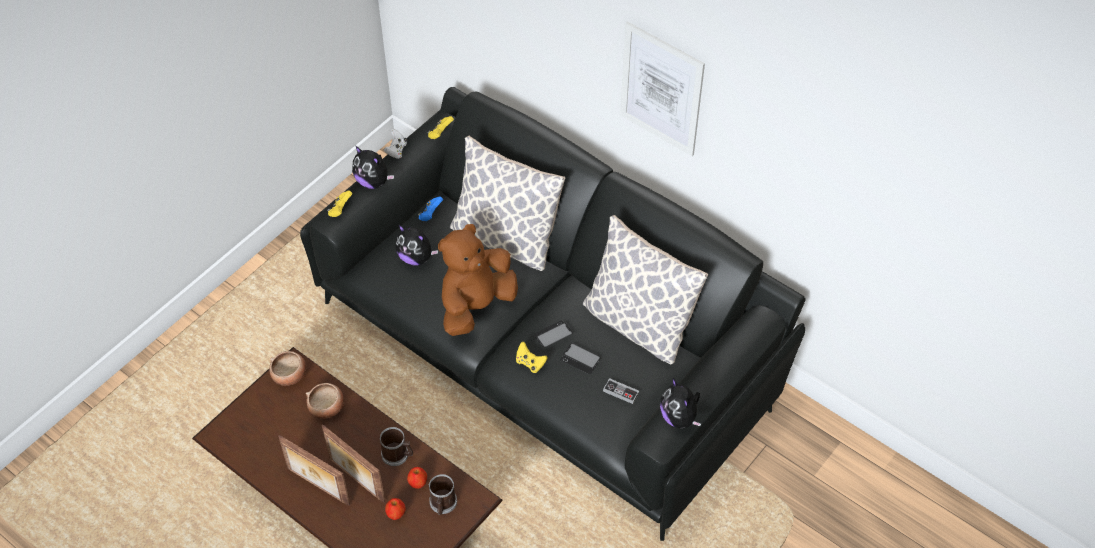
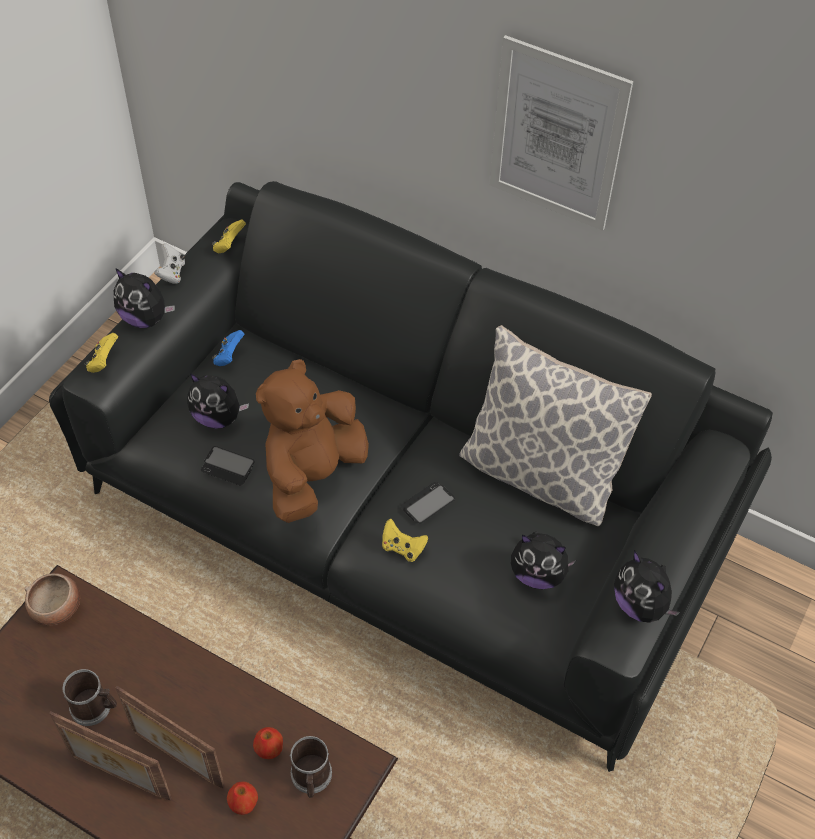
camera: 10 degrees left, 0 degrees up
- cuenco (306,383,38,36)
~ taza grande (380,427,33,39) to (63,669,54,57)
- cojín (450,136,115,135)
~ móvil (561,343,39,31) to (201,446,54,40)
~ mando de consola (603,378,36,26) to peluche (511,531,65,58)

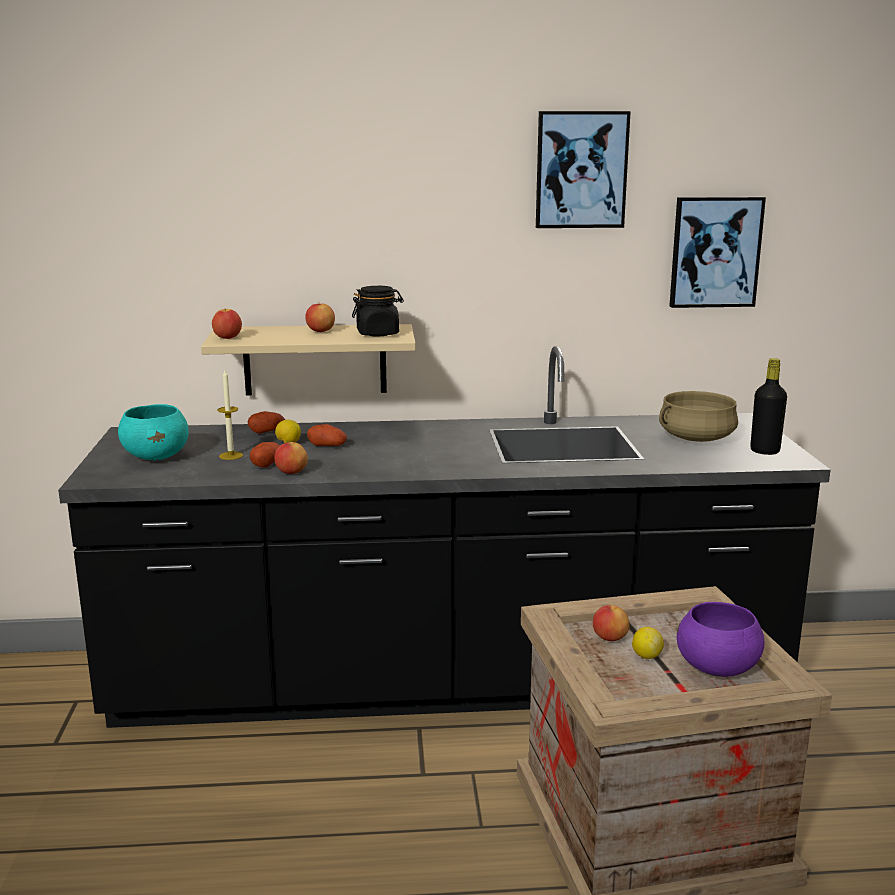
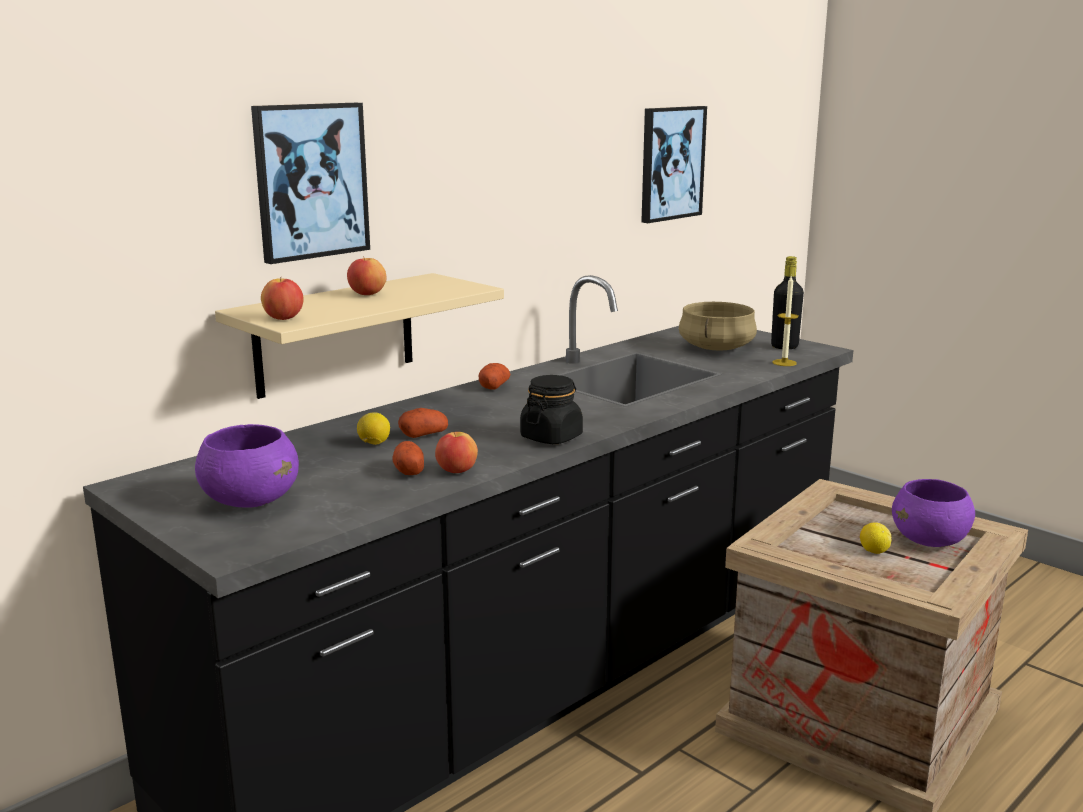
camera: 40 degrees left, 0 degrees up
~ cuenco (turquesa) (118,404,71,56) to cuenco (morado) (195,424,104,84)
~ vela (217,370,26,90) to (772,276,27,90)
~ patata (248,411,37,23) to (479,363,31,27)
~ tarro (negro) (352,286,52,51) to (520,375,63,69)
~ cuadro (536,111,95,117) to (251,103,119,161)
- manzana (593,604,37,37)

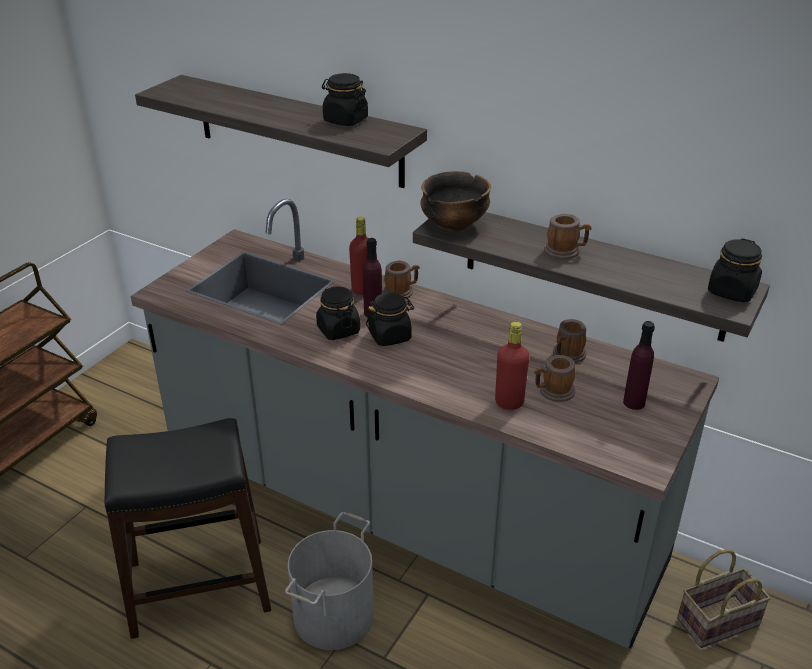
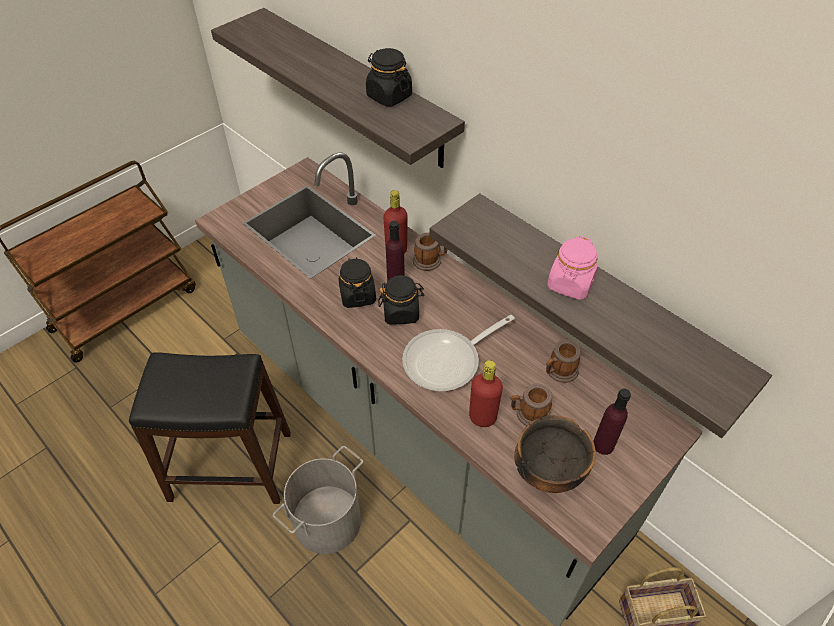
camera: 15 degrees right, 15 degrees up
~ cuenco (420,171,71,61) to (514,415,82,78)
~ taza grande (544,214,47,46) to tarro (rosa) (547,236,51,64)
- tarro (negro) (708,238,54,64)
+ sartén (402,315,113,76)

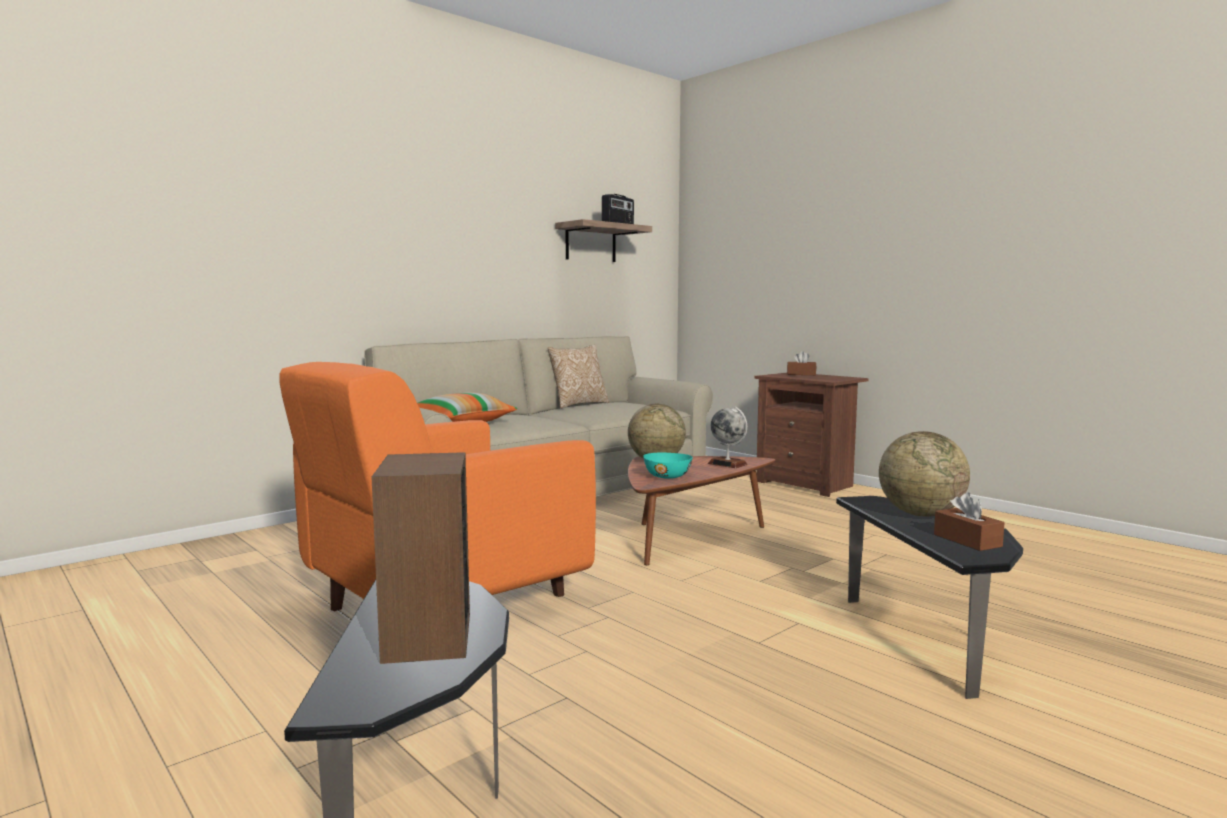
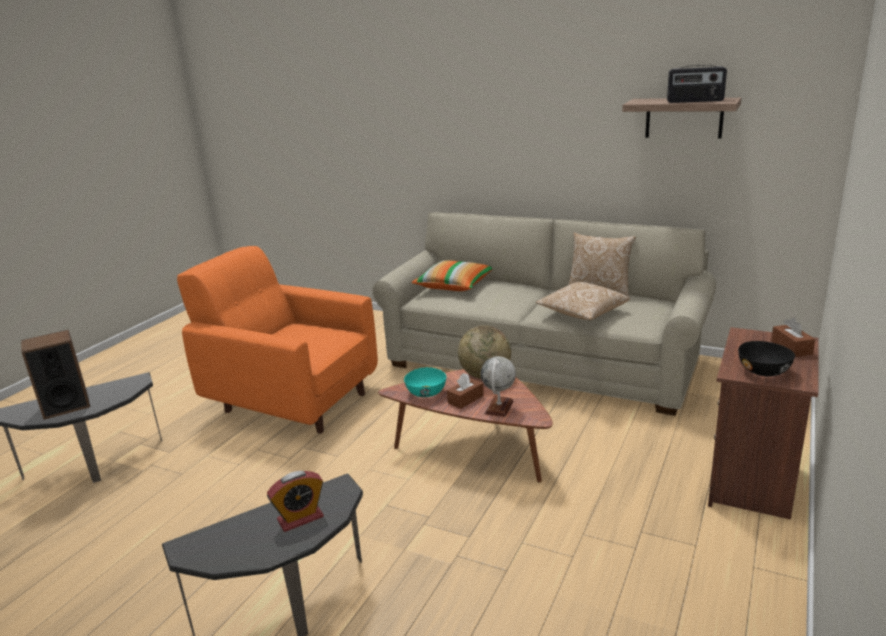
camera: 70 degrees right, 15 degrees up
~ globo terráqueo (879,431,91,85) to despertador (267,471,57,61)
~ caja de pañuelos (marrón) (934,492,70,59) to (447,373,37,36)
+ cojín (536,282,94,38)
+ cuenco (negro) (738,341,57,35)

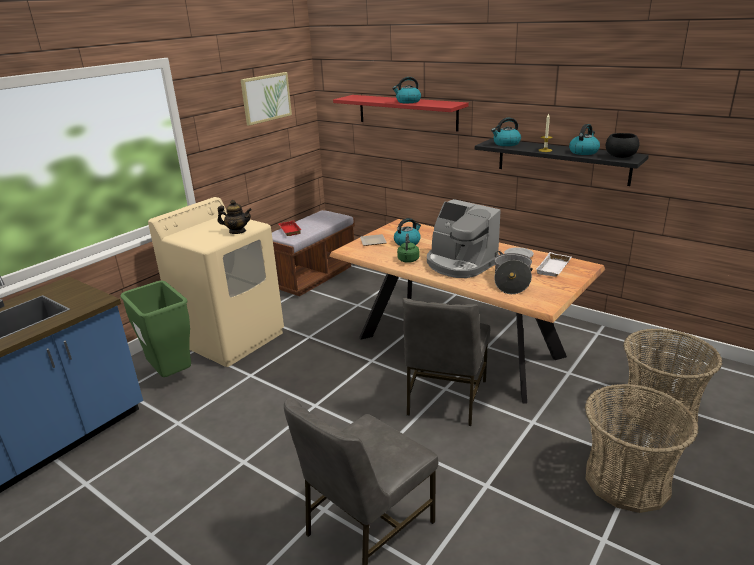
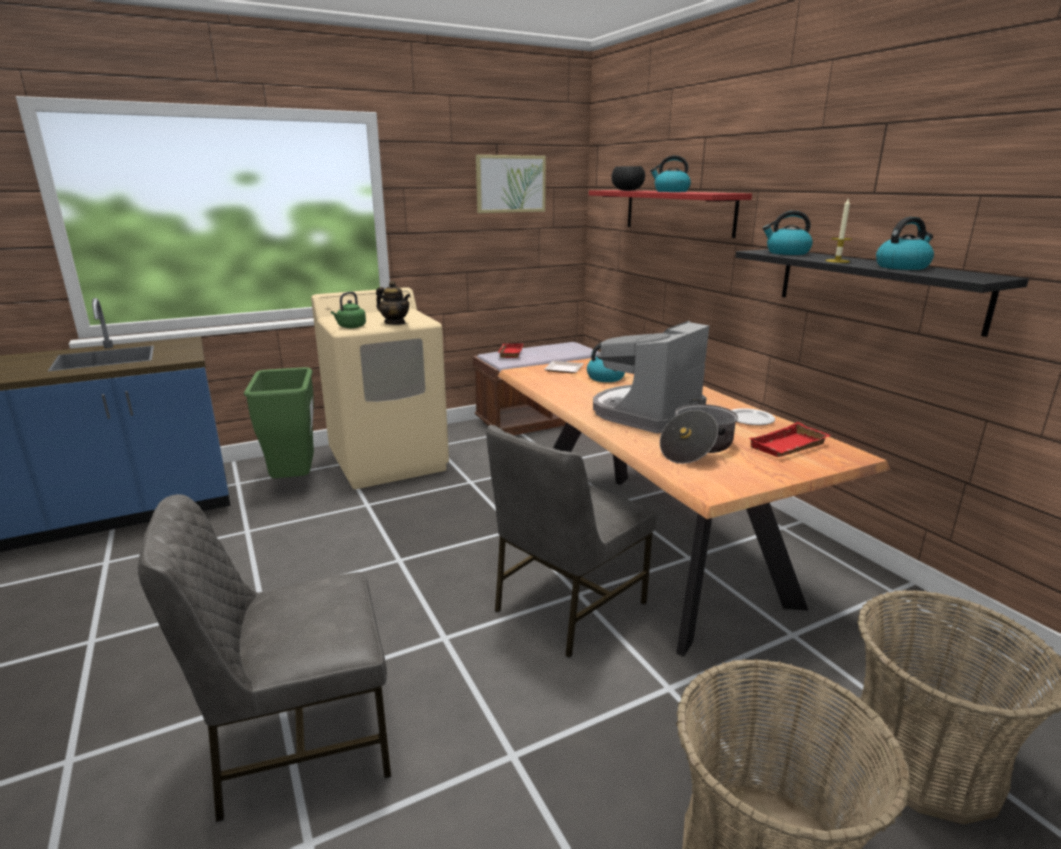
camera: 25 degrees right, 5 degrees down
~ hervidor (verde) (397,233,23,30) to (331,292,35,36)
~ cafetera (427,199,74,79) = (593,321,116,112) 60 degrees clockwise
~ bandeja (blanco) (536,252,36,25) to bandeja (rojo) (749,422,82,35)
~ cuenco (negro) (606,133,34,25) to (611,166,34,25)

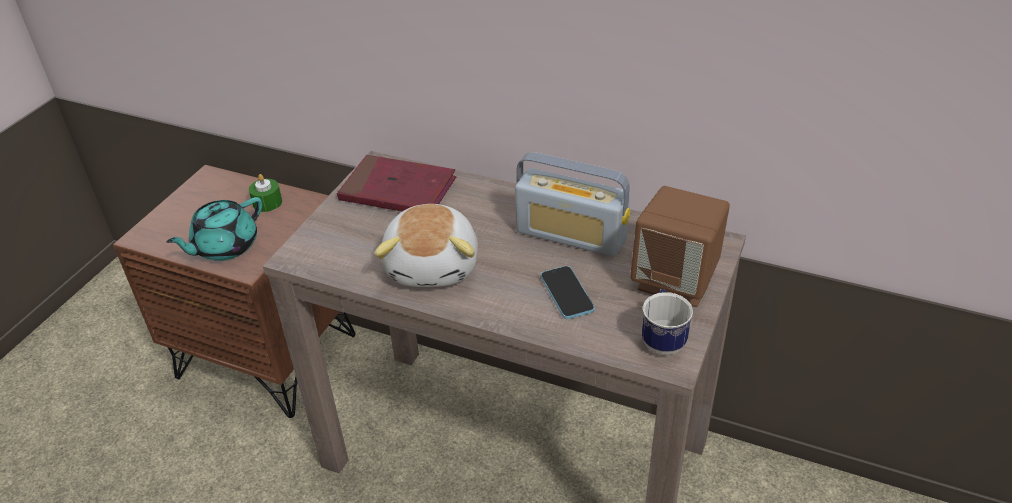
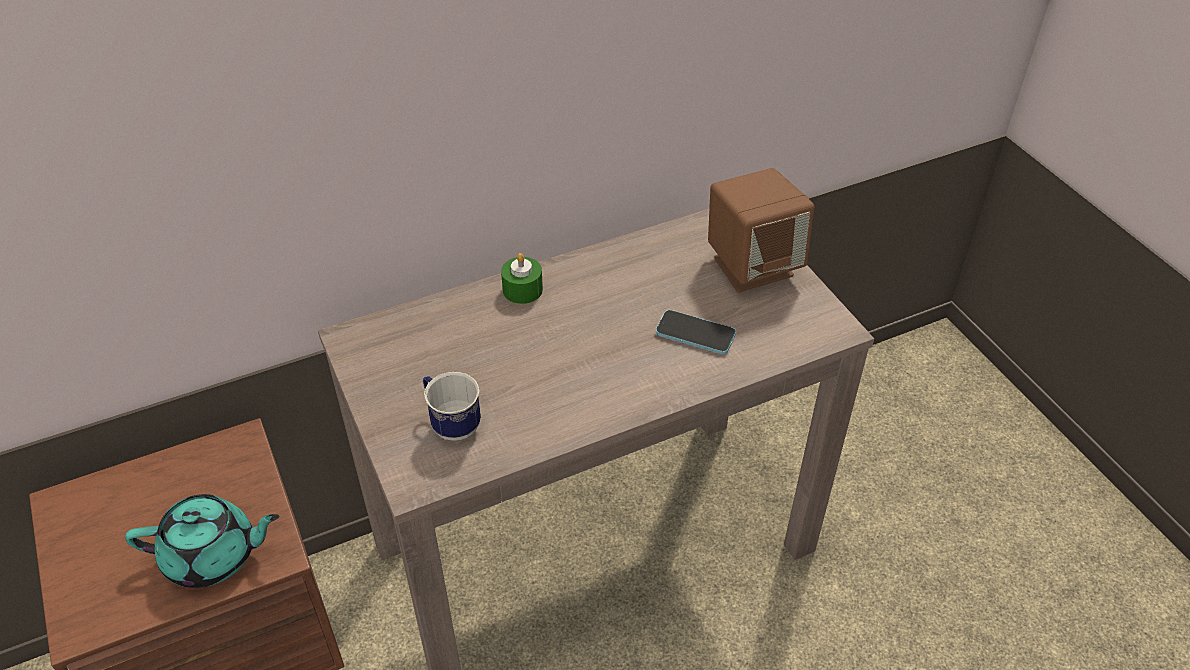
camera: 50 degrees left, 5 degrees up
~ tetera (turquesa) (166,197,96,64) = (125,494,154,94) 90 degrees counterclockwise
~ vela (verde) (249,174,33,38) to (501,253,42,51)
- libro (rojo) (337,155,119,57)
- peluche (374,204,104,83)
- radio (515,152,115,105)
~ taza grande (642,289,51,66) to (423,372,58,69)

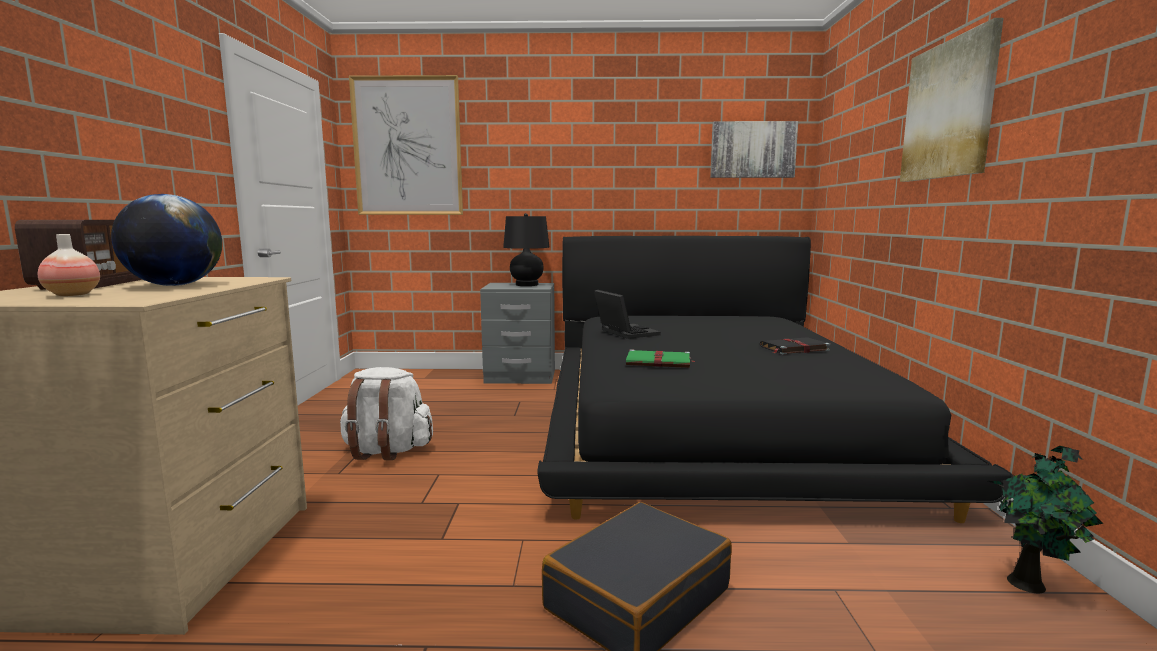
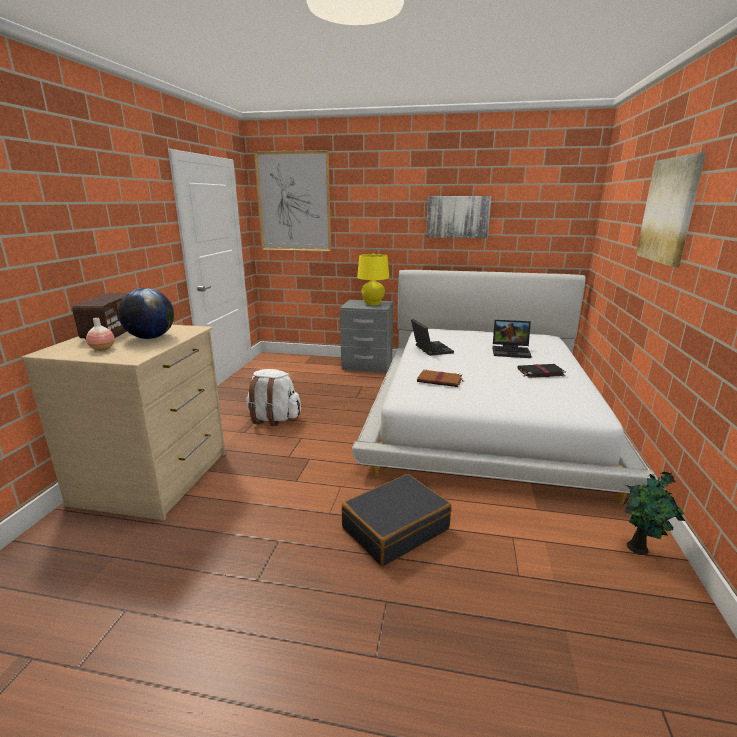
camera: 10 degrees right, 10 degrees up
~ lámpara de mesa (negro) (503,213,46,73) to lámpara de mesa (amarillo) (357,253,32,52)
~ cama (negro) (537,236,476,287) to cama (blanco) (352,270,305,234)
~ libro (verde) (626,349,68,19) to libro (marrón) (417,369,47,18)
~ cuadro (710,121,88,57) to (426,196,65,42)
+ portátil (492,320,40,38)

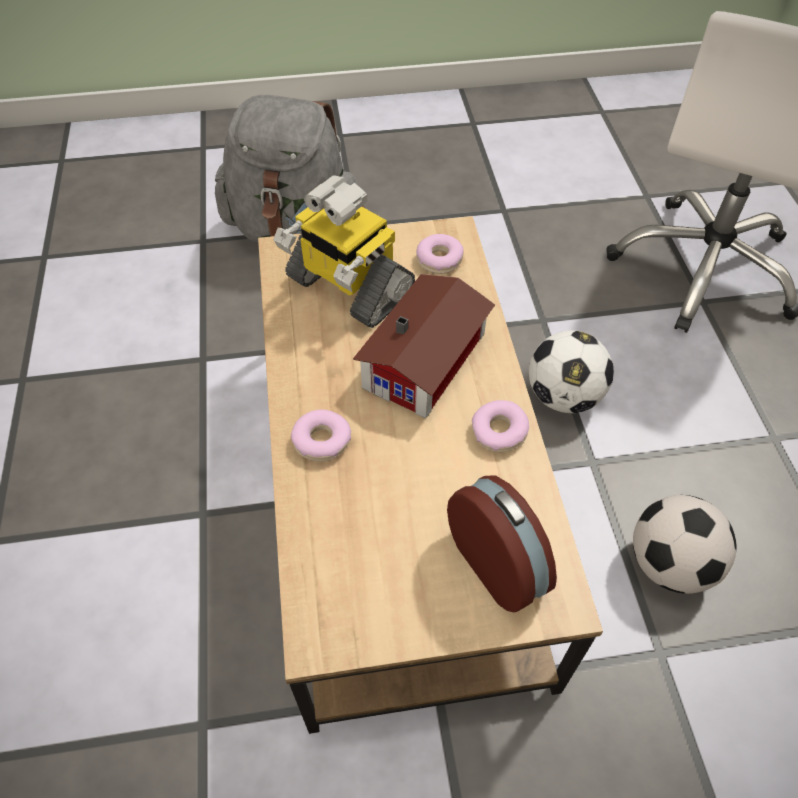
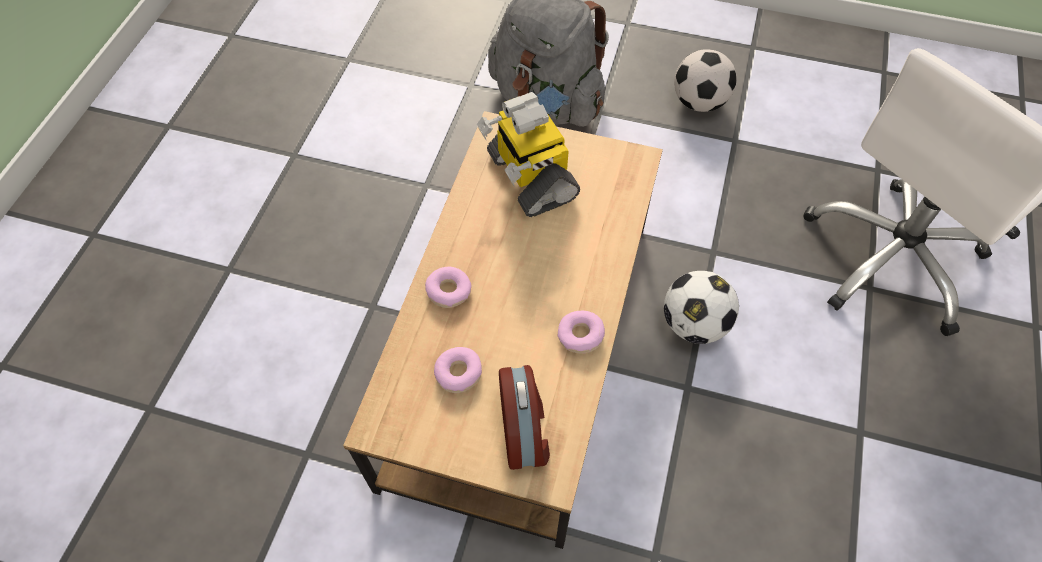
camera: 25 degrees right, 5 degrees up
- casita (353,274,142,144)
~ rosquilla (416,234,48,40) to (434,347,48,46)
~ balón de fútbol (633,495,104,99) to (674,49,63,63)

